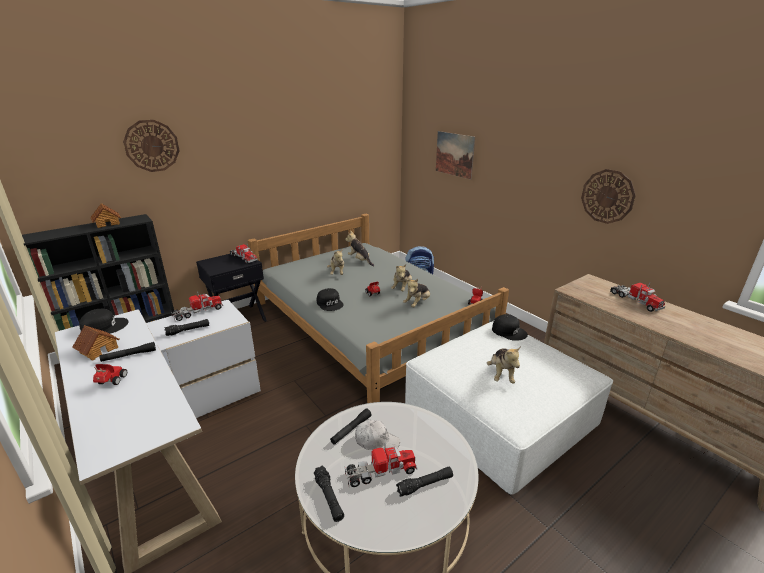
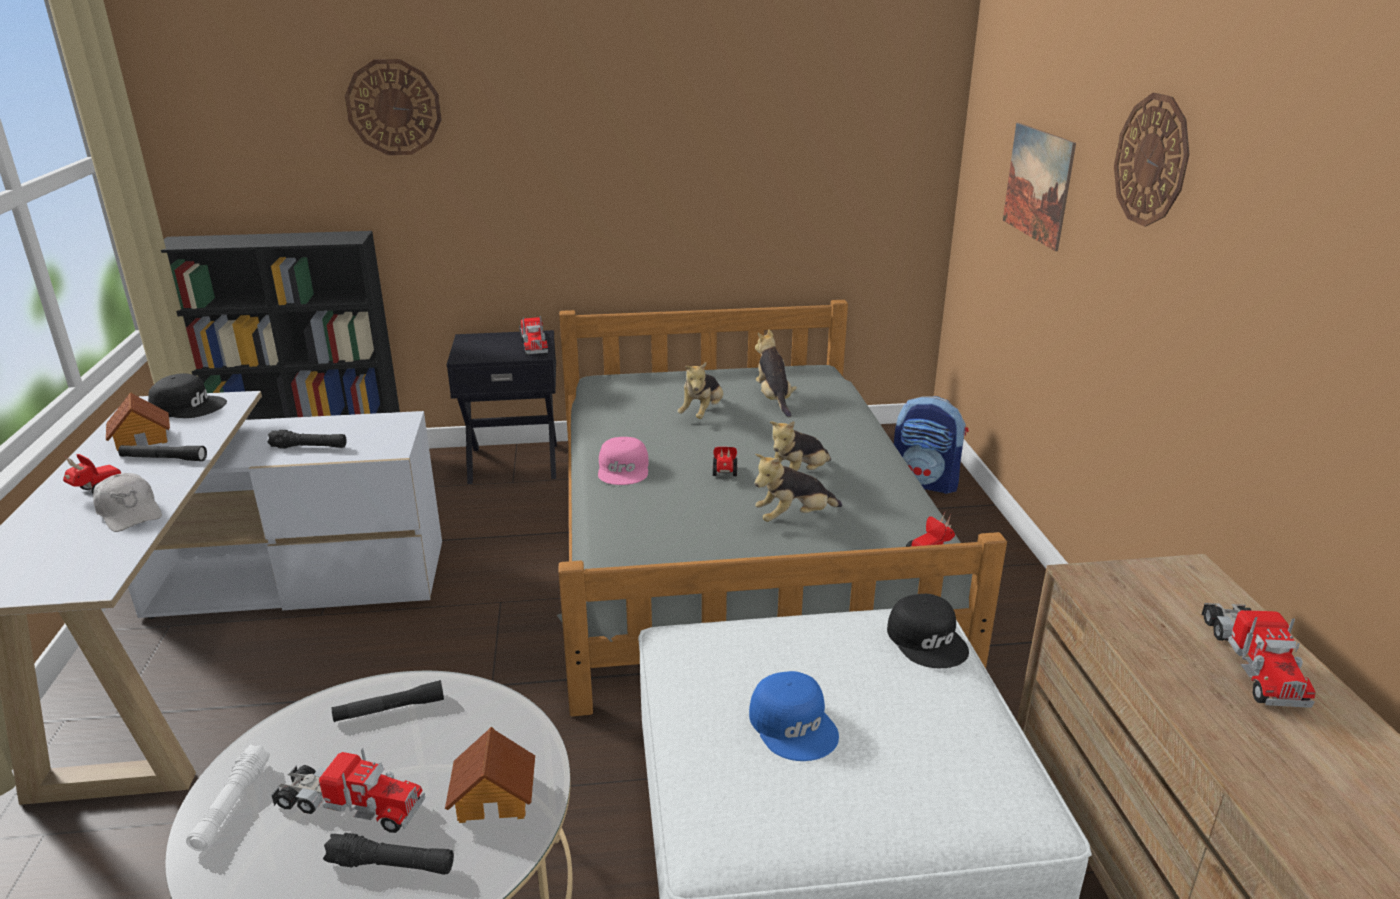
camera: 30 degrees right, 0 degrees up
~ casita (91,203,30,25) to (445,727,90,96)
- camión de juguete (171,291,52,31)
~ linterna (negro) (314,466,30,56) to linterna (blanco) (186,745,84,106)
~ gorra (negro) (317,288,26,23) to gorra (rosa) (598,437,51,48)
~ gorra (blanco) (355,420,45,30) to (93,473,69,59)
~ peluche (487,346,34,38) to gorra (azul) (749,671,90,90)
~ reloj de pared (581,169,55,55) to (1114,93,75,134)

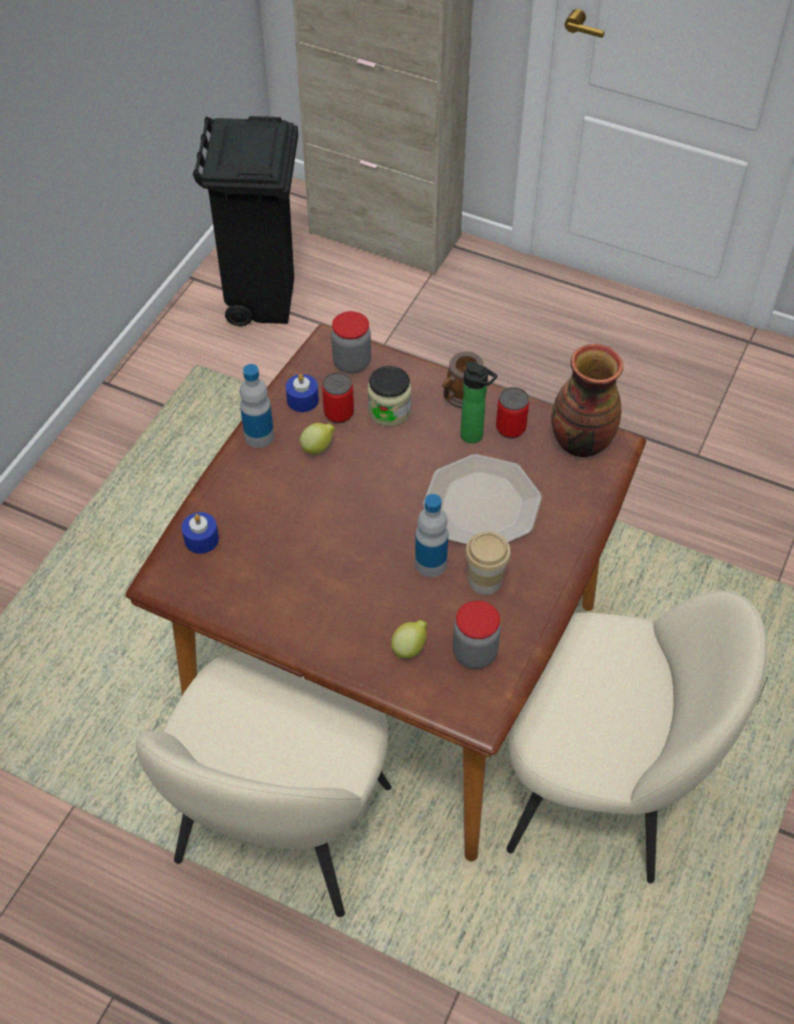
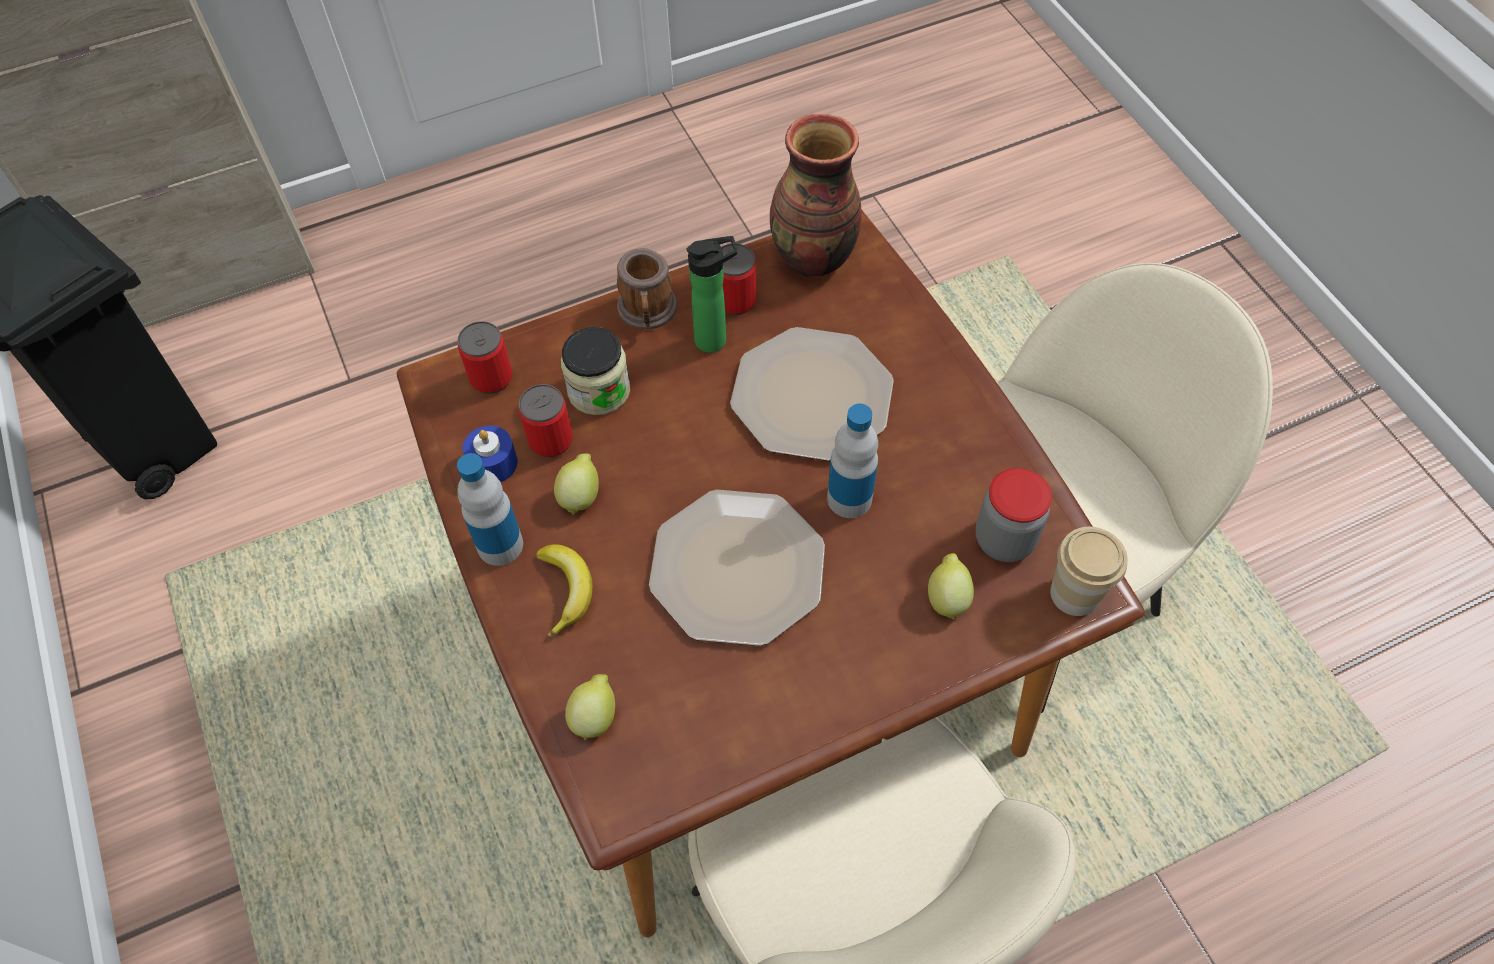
camera: 50 degrees left, 5 degrees up
~ vela (azul) (182,512,37,42) to limón (565,674,50,66)
~ tarro (331,311,40,63) to lata (457,321,56,73)
~ taza (465,532,46,63) to (1050,527,78,89)
+ plátano (536,544,57,93)
+ plato (649,490,176,156)

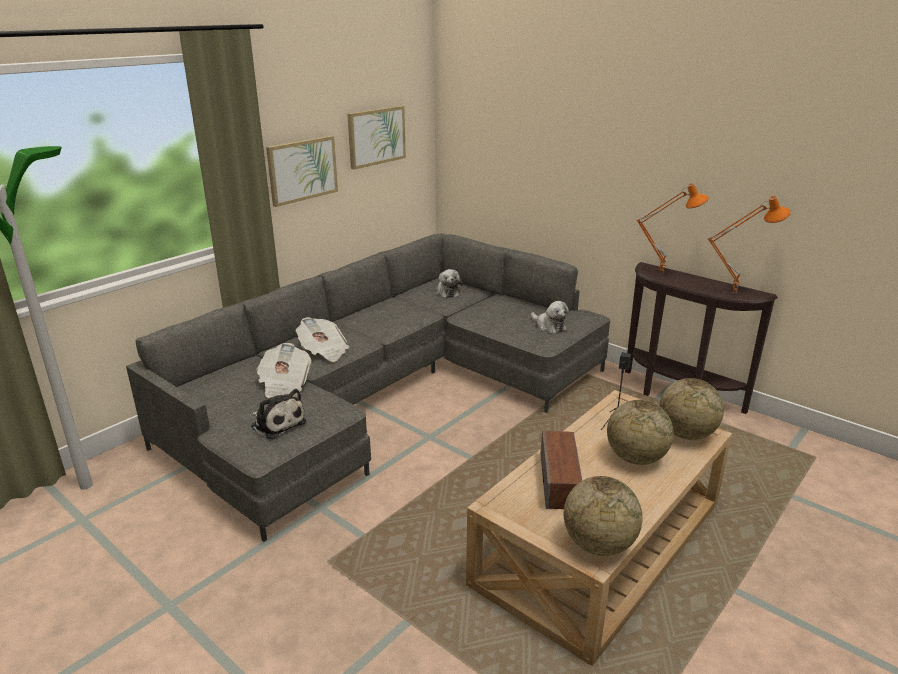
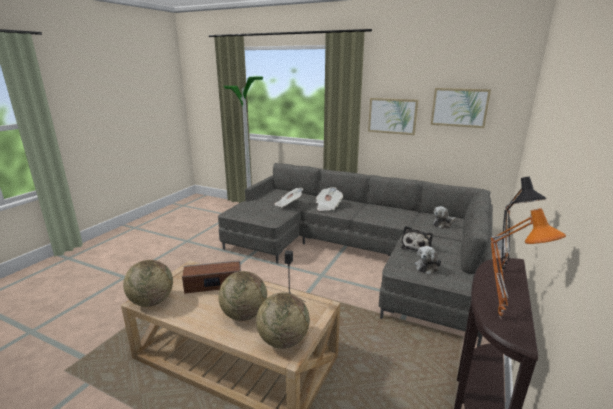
camera: 75 degrees right, 5 degrees down
~ peluche (251,389,55,51) to (401,226,32,25)
~ lámpara de mesa (naranja) (637,183,72,91) to lámpara de mesa (negro) (502,177,44,95)

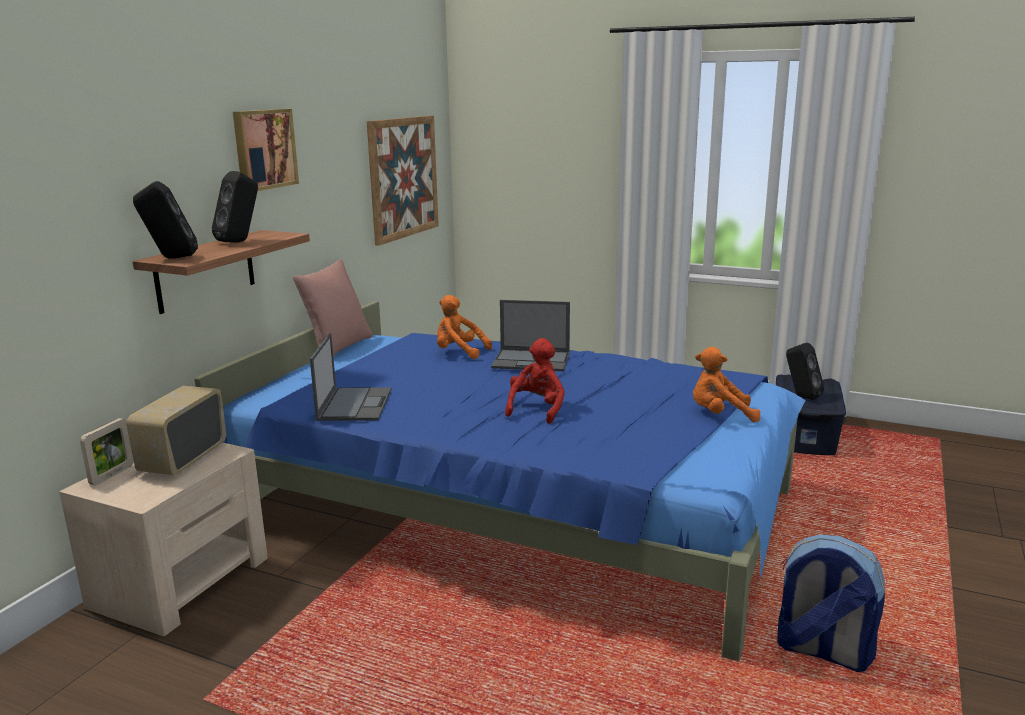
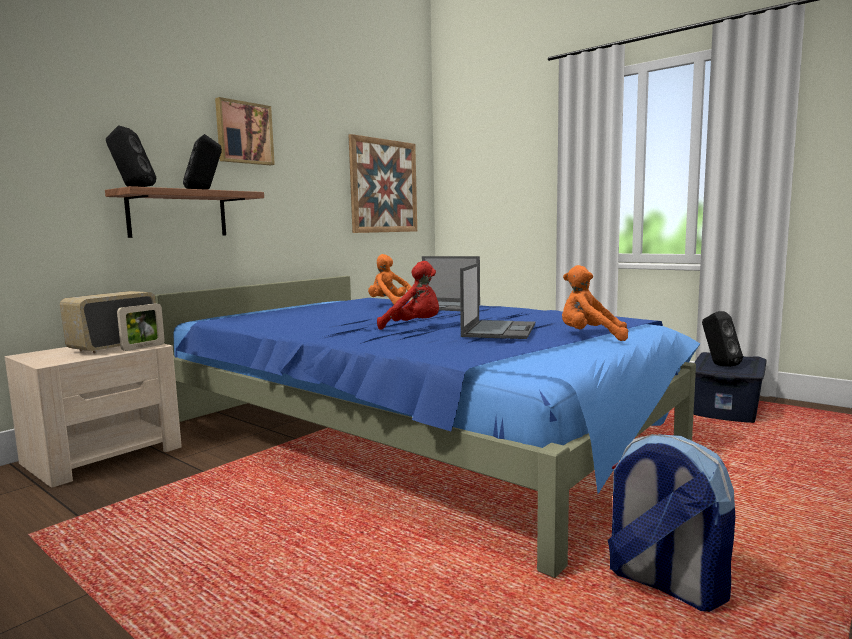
camera: 15 degrees right, 10 degrees down
~ portarretratos (80,418,54,67) to (117,303,48,48)
- cojín (rosa) (293,259,80,97)
~ portátil (310,333,81,88) to (460,263,75,76)
~ peluche (rojo) (505,338,60,86) = (377,261,62,69) 75 degrees clockwise

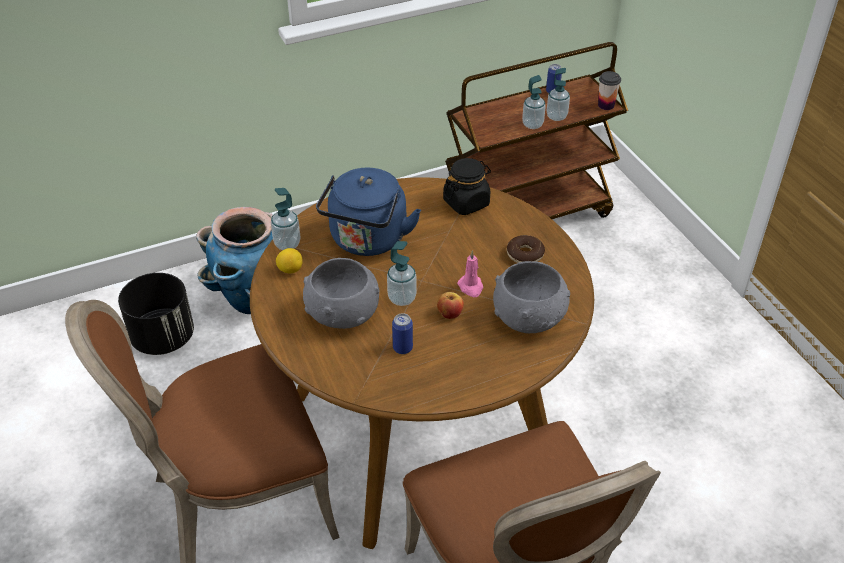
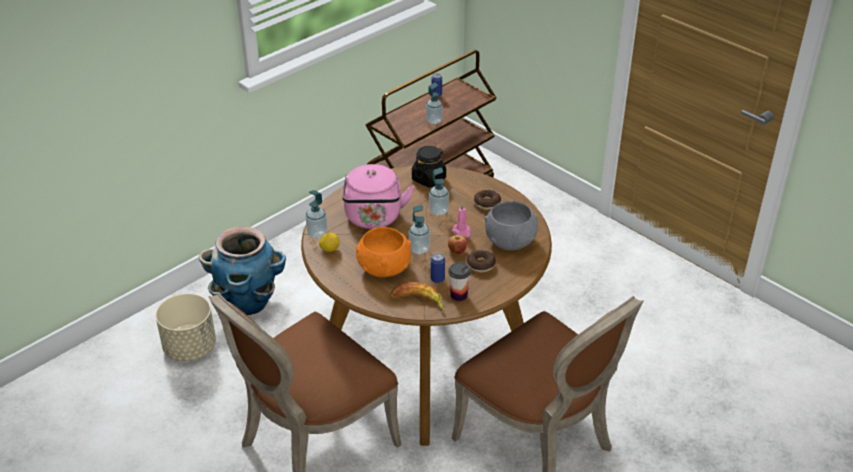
camera: 20 degrees left, 5 degrees down
~ maceta (negro) (118,273,76,82) to maceta (beis) (156,294,60,67)
~ cuenco (gris) (303,258,76,71) to cuenco (naranja) (356,227,56,50)
~ hervidor (azul) (316,168,105,88) to hervidor (rosa) (343,164,71,65)
~ dispensador de jabón (547,68,23,53) to (429,167,20,48)
~ taza (598,71,23,39) to (448,262,23,39)
+ plátano (390,282,54,29)
+ rosquilla (467,250,29,22)

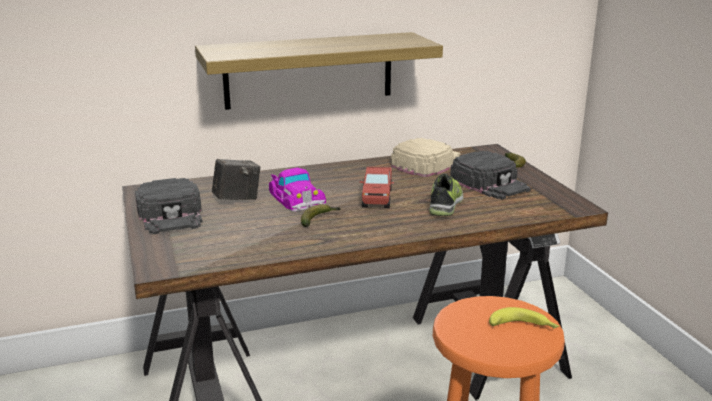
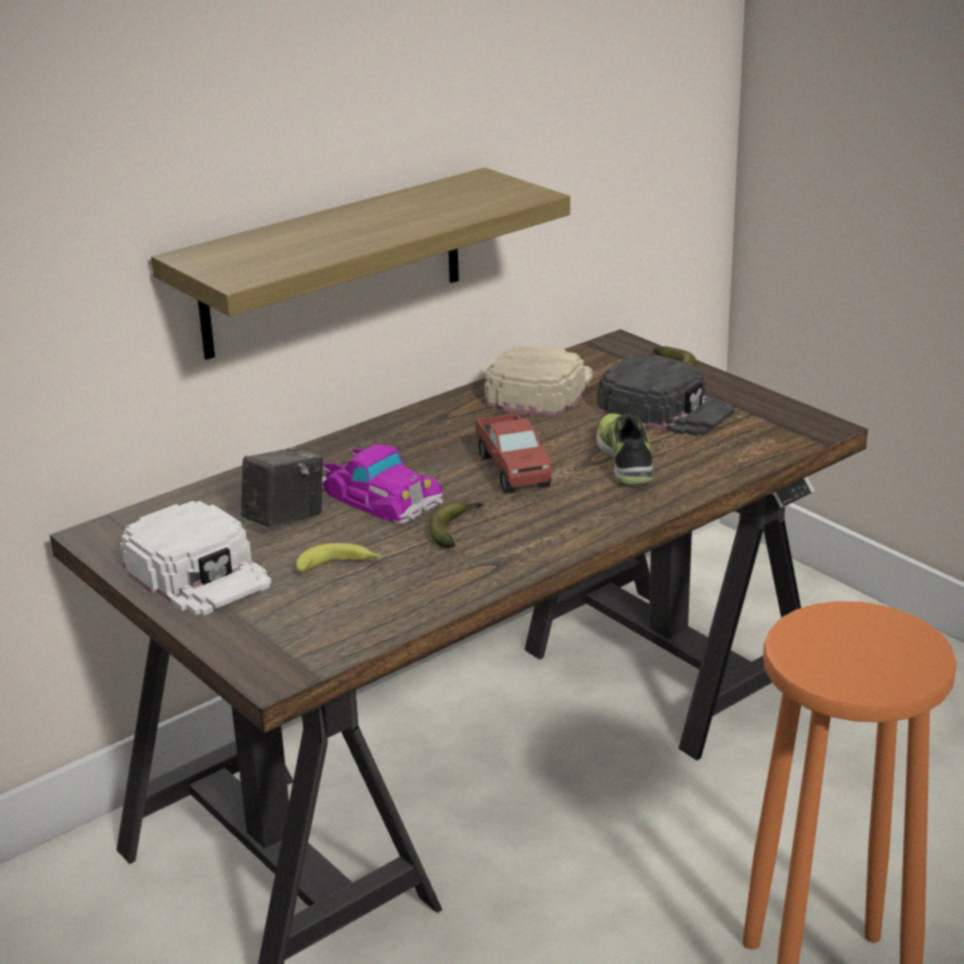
camera: 20 degrees left, 5 degrees up
~ gorra (negro) (135,178,67,56) to gorra (blanco) (120,501,152,114)
~ plátano (489,307,70,22) to (296,543,87,30)

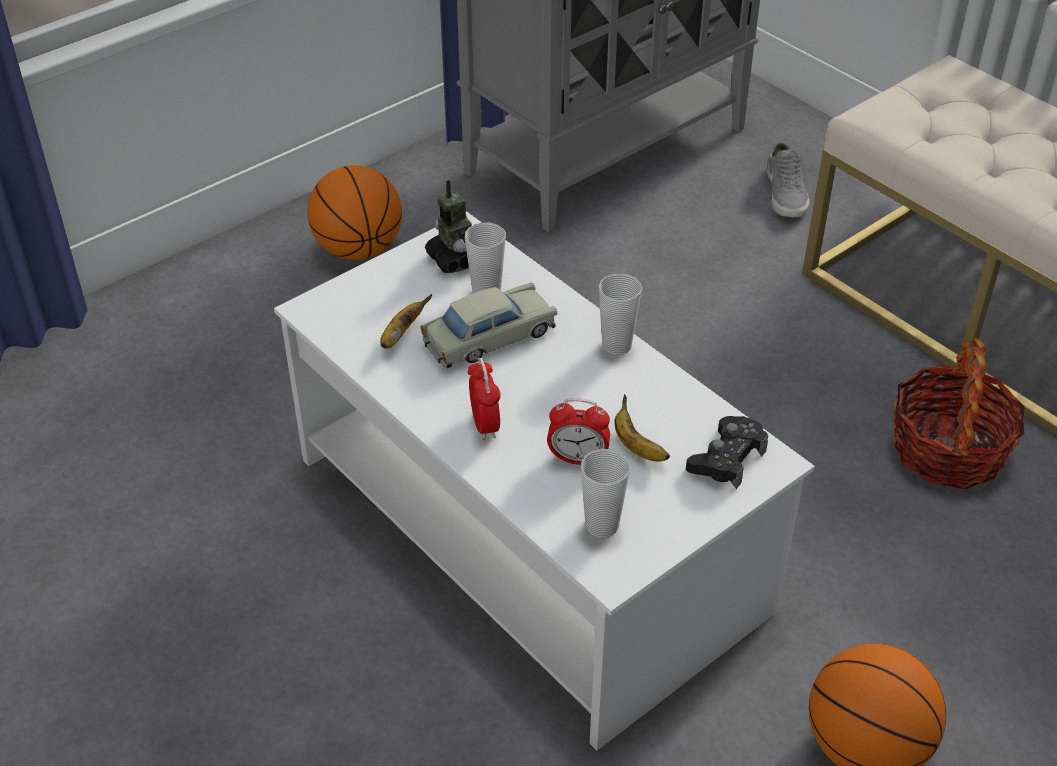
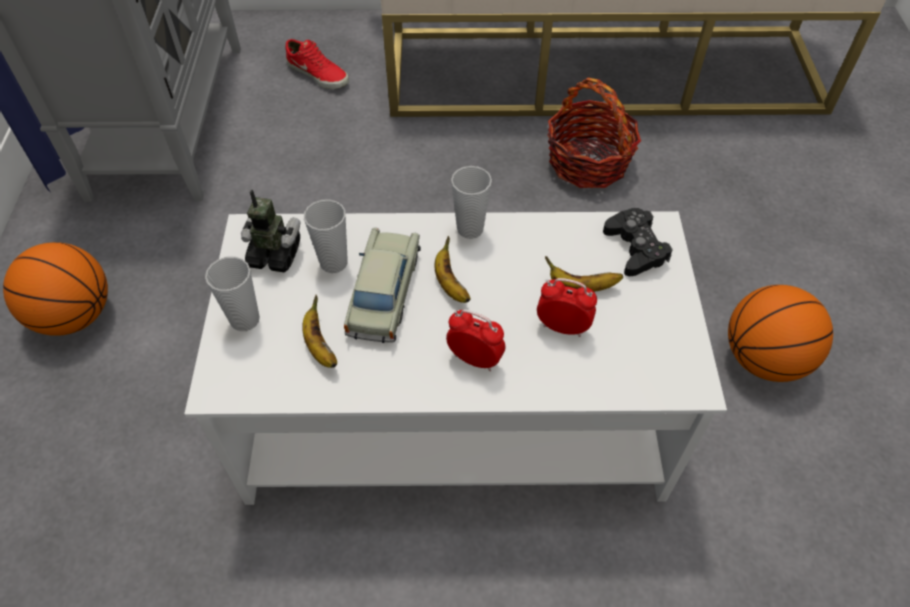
camera: 50 degrees left, 10 degrees up
~ despertador (547,398,63,67) = (537,278,60,59) 120 degrees counterclockwise
~ taza (581,449,49,89) to (205,257,55,74)
~ zapato (gris) (767,142,43,75) to zapato (rojo) (286,39,63,50)
+ plátano (435,236,35,67)

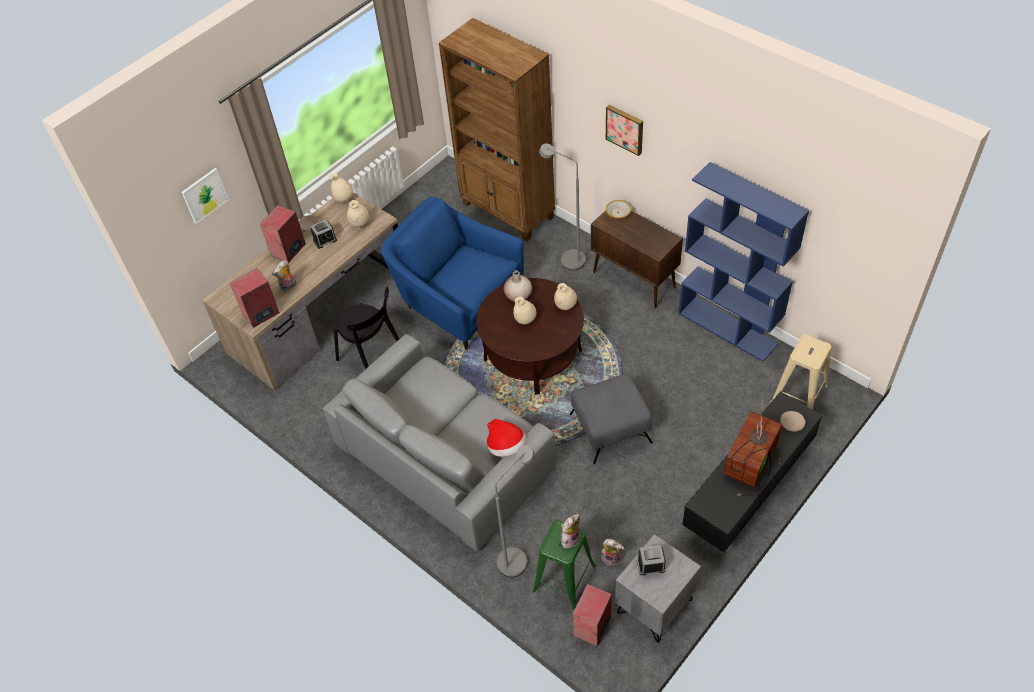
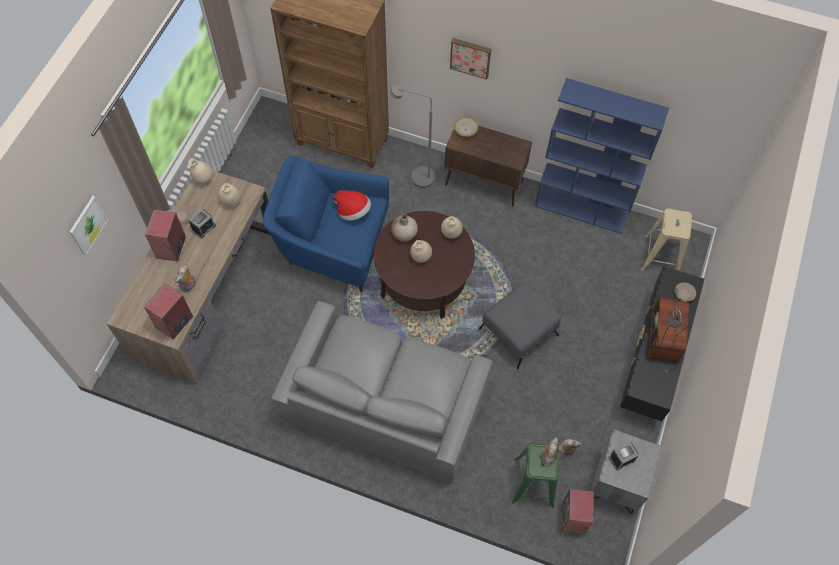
camera: 25 degrees left, 10 degrees up
- silla (negro) (334,287,65,82)
~ sombrero (487,419,40,38) to (333,191,38,30)
- lámpara de pie (gris) (495,445,40,132)

